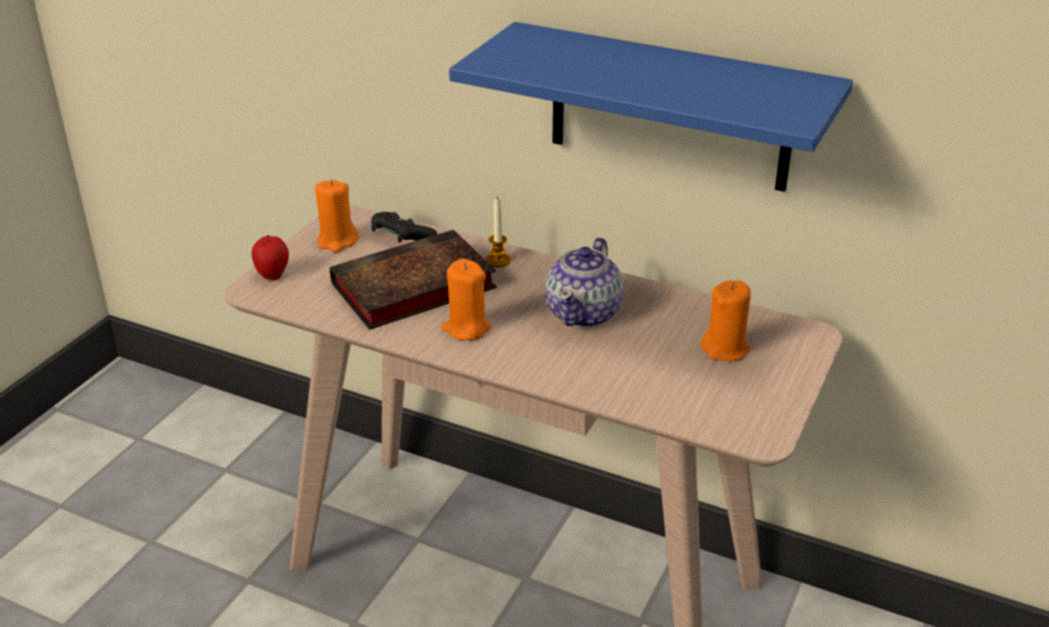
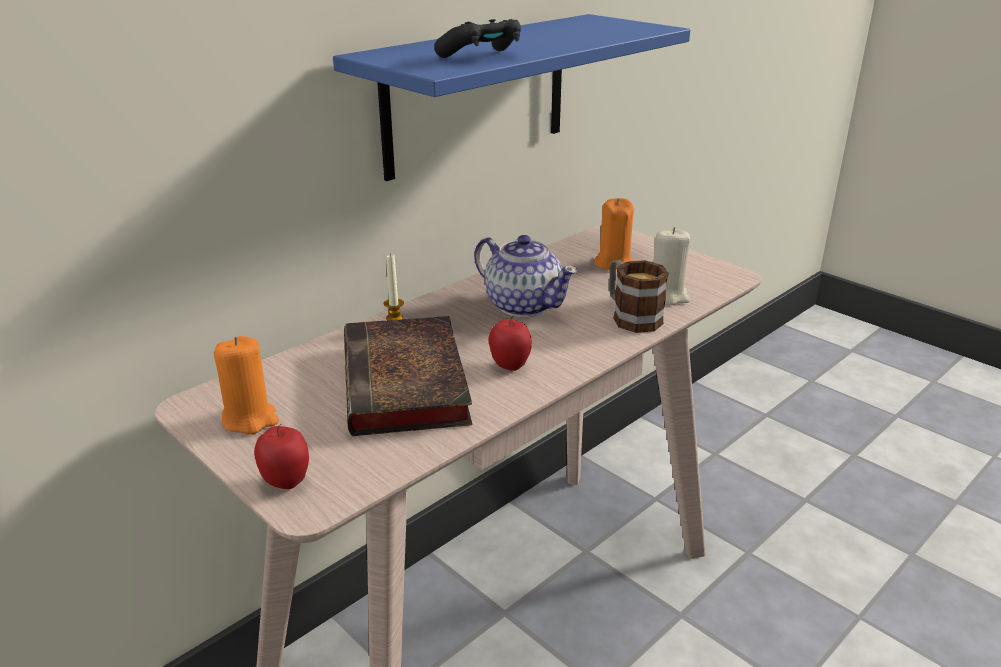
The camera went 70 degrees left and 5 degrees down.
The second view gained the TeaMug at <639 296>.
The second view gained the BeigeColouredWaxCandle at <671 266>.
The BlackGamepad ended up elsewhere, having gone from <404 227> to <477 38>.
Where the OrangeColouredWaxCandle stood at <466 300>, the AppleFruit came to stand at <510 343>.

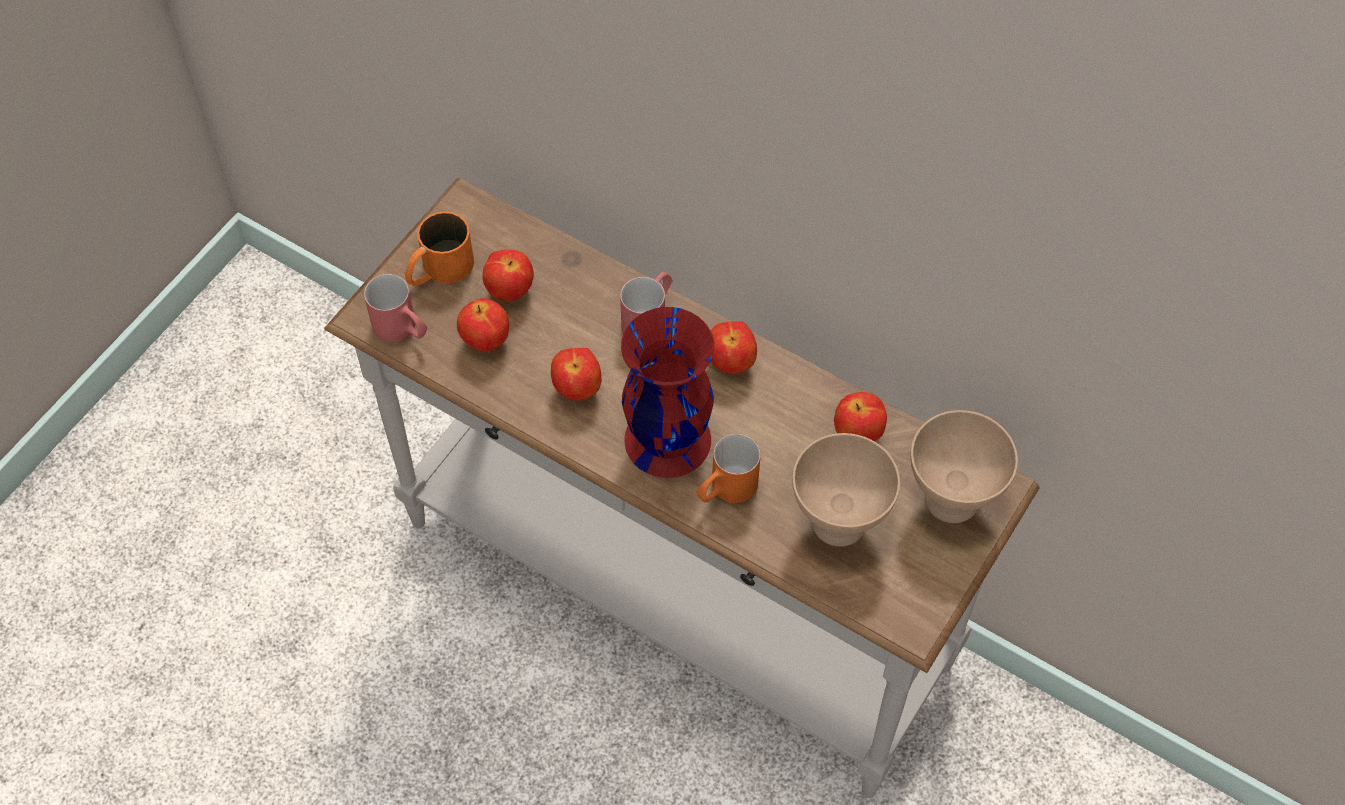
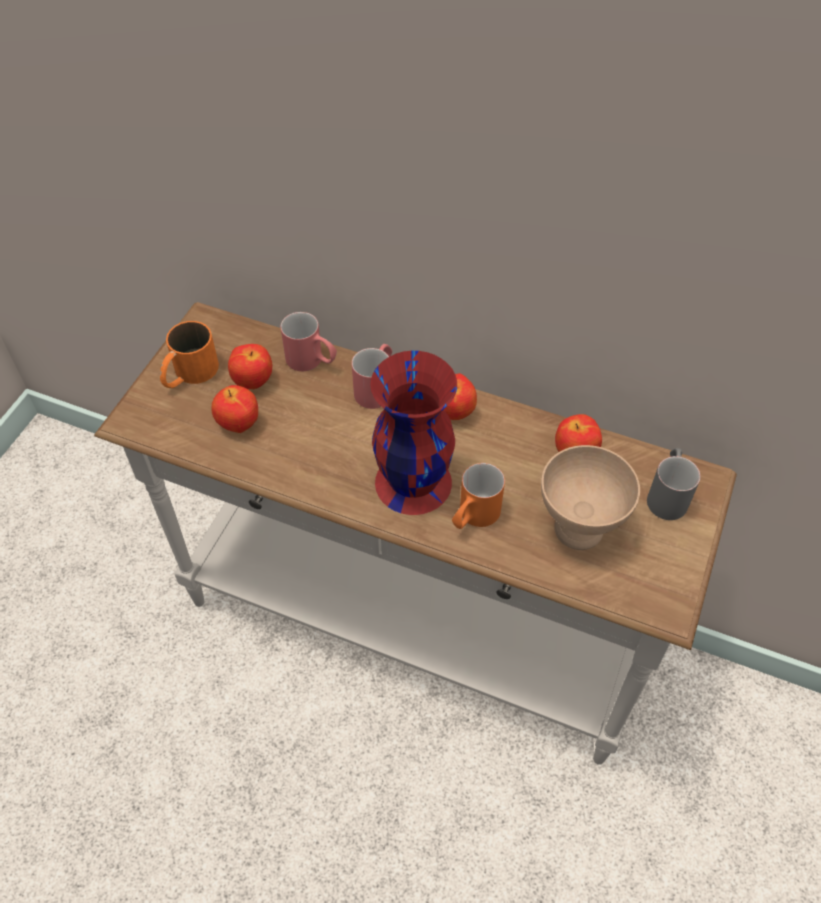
The camera went 10 degrees left and 5 degrees down.
The second view lost the AppleFruit at <576 374>.
The RedTeaMug ended up elsewhere, having gone from <395 308> to <308 341>.
Where the BeigeColouredBowl stood at <964 466>, the GrayTeaMug came to stand at <674 484>.

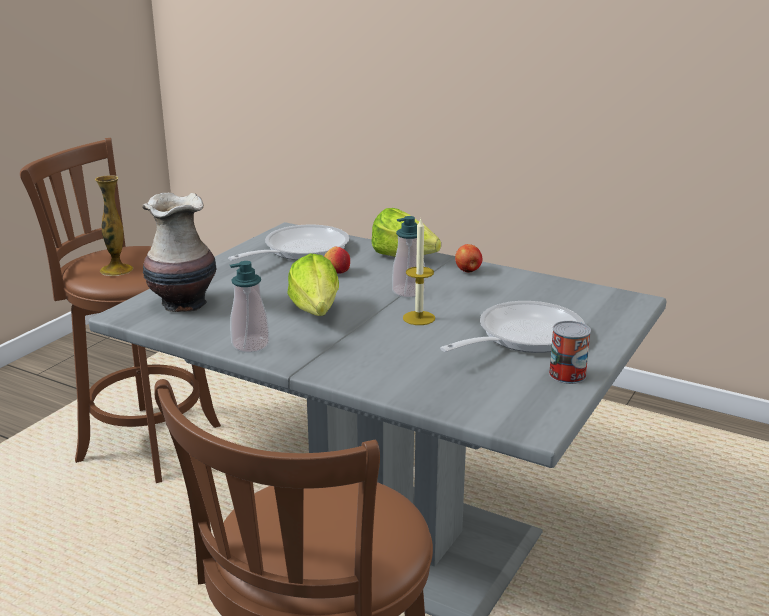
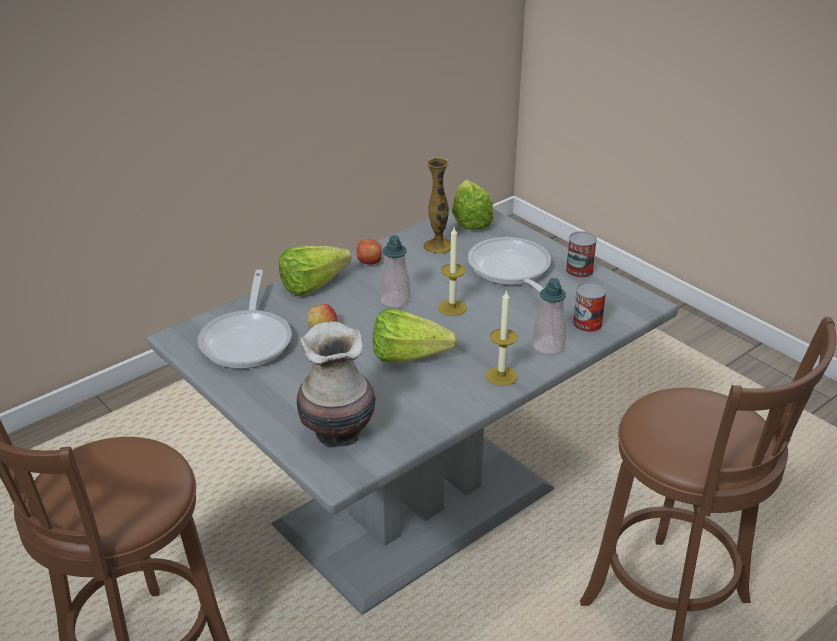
The camera went 70 degrees left and 10 degrees up.
The second view gained the HeadOfLettuce at <472 205>.
The second view gained the WaxCandle at <502 338>.
The second view gained the Can at <590 307>.
The Vase ended up elsewhere, having gone from <114 225> to <437 206>.
The SoapDispenser ended up elsewhere, having gone from <250 307> to <549 316>.
The Pan at <288 243> ended up facing another way, 150 degrees counterclockwise from before.

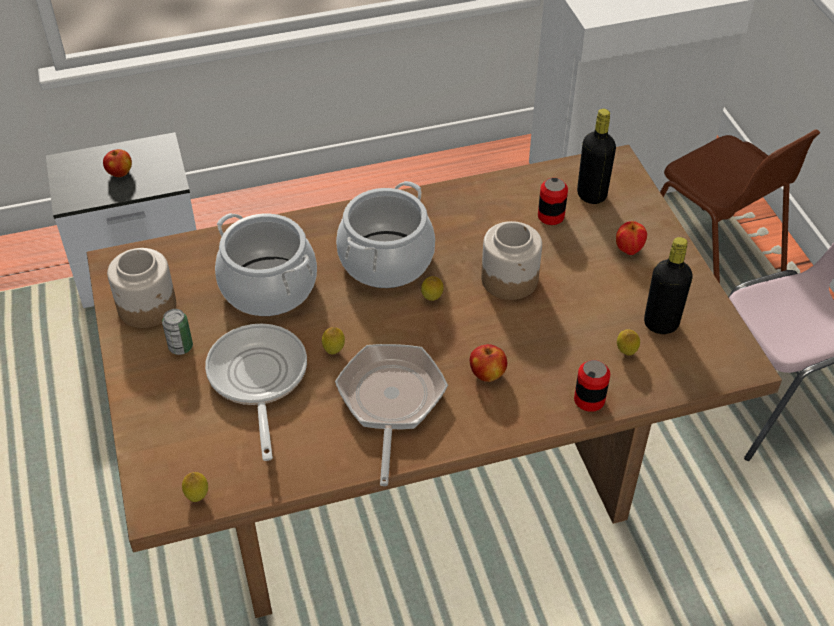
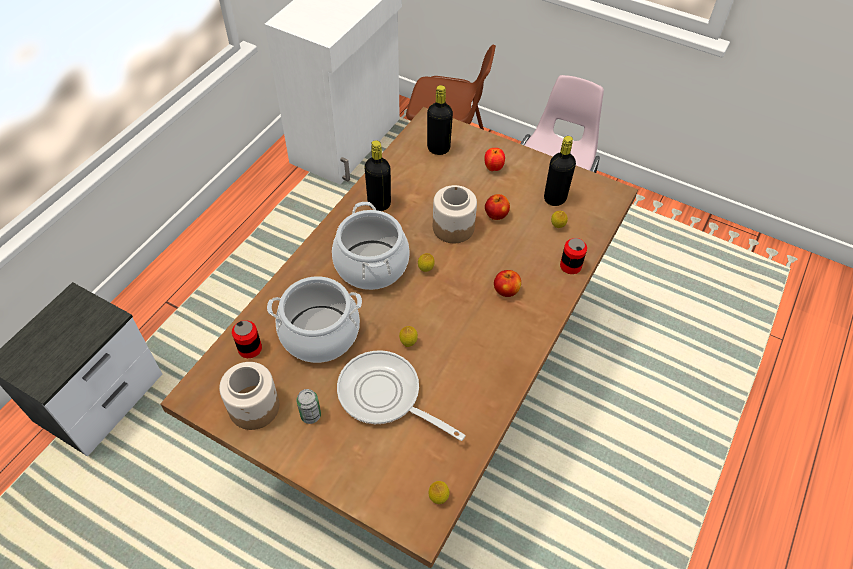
The camera went 45 degrees left and 5 degrees up.
The second view lost the Pan at <391 415>.
The second view gained the BlackDrinkBottle at <377 175>.
The AppleFruit ended up elsewhere, having gone from <117 163> to <497 207>.
The Can ended up elsewhere, having gone from <553 201> to <247 339>.

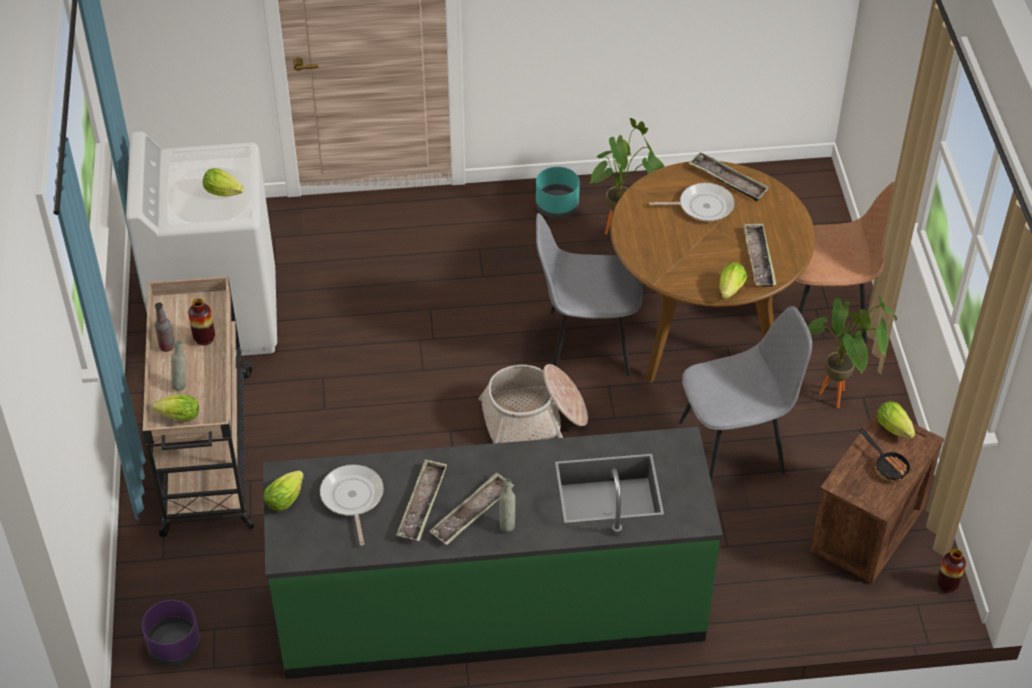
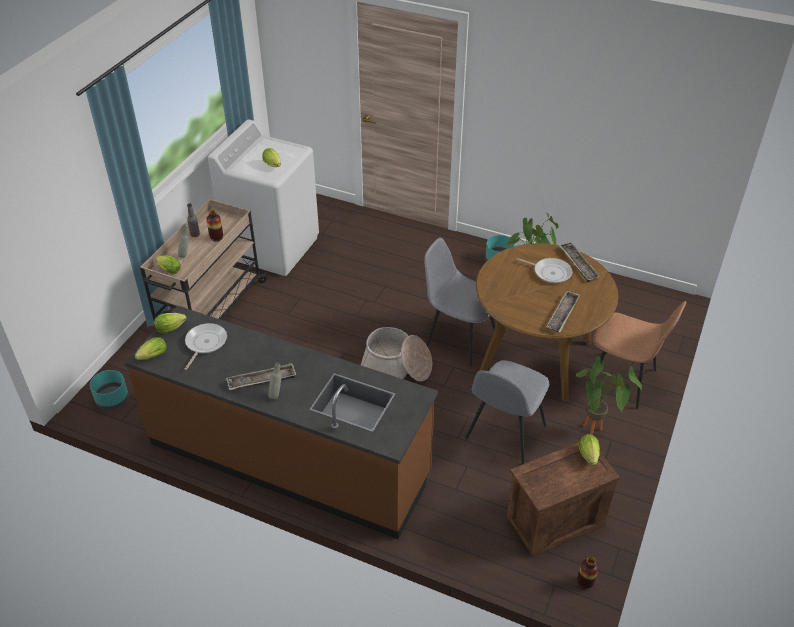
The camera went 30 degrees right and 5 degrees down.
The second view lost the Tray at <422 500>.
The second view lost the Pan at <885 455>.
The HeadOfLettuce ended up elsewhere, having gone from <733 280> to <151 348>.
What was the PurplePlantPot at <171 633> turned into the TurquoiseColouredPlantPot at <109 390>.
What was the GreenColouredCounter at <493 553> turned into the BrownCounter at <281 422>.
The GrayPlainChair at <745 395> ended up facing another way, 105 degrees clockwise from before.

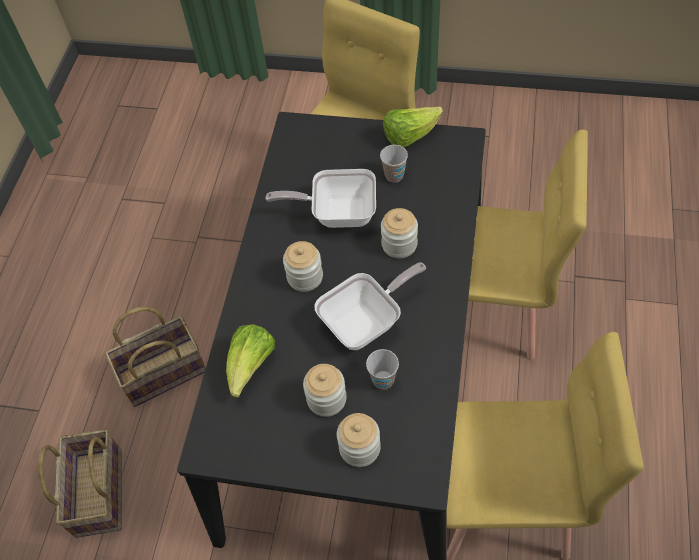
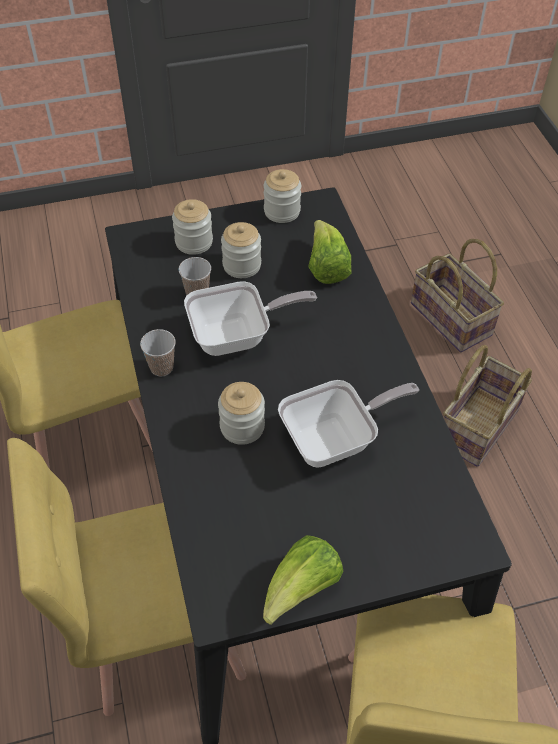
The camera went 150 degrees right and 5 degrees down.
The StorageJar ended up elsewhere, having gone from <303 266> to <282 196>.
The DrinkingCup ended up elsewhere, having gone from <394 164> to <158 352>.
The Pan at <370 306> ended up facing another way, 135 degrees counterclockwise from before.

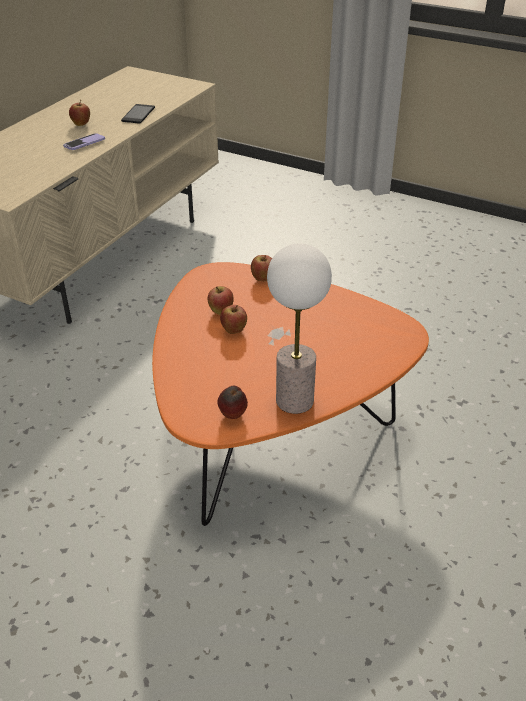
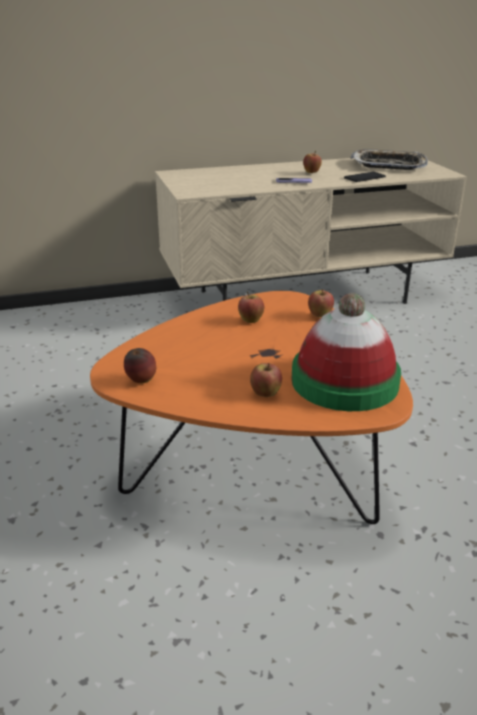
The camera went 45 degrees right and 10 degrees down.
The second view lost the TabletopLamp at <299 328>.
The second view gained the Hat at <346 352>.
The second view gained the Tray at <389 159>.
The AppleFruit ended up elsewhere, having gone from <233 319> to <266 380>.

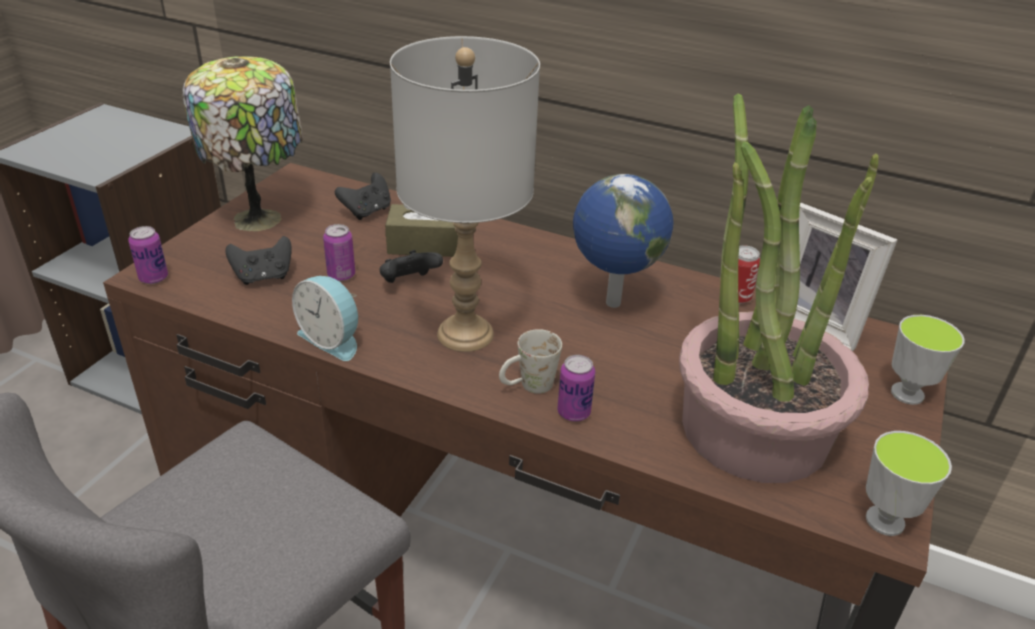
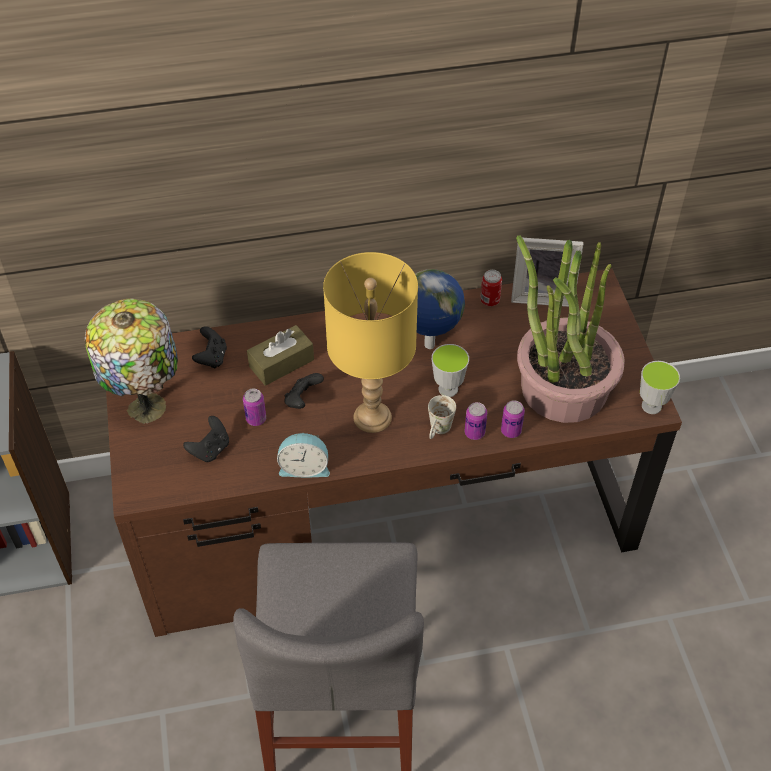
The camera went 35 degrees left and 15 degrees up.
The Can ended up elsewhere, having gone from <148 255> to <513 419>.
The DrinkingCup ended up elsewhere, having gone from <928 360> to <450 370>.
What was the GrayTabletopLamp at <465 194> turned into the YellowTabletopLamp at <370 342>.

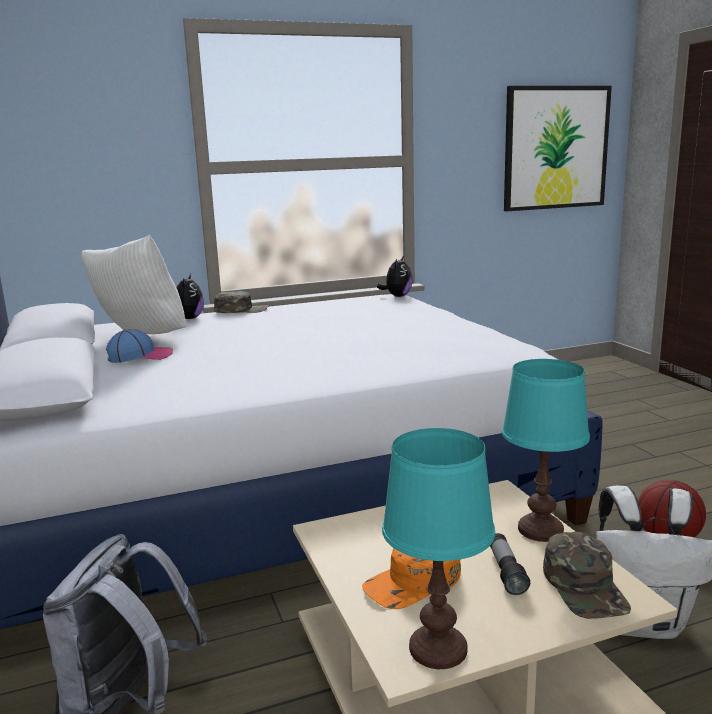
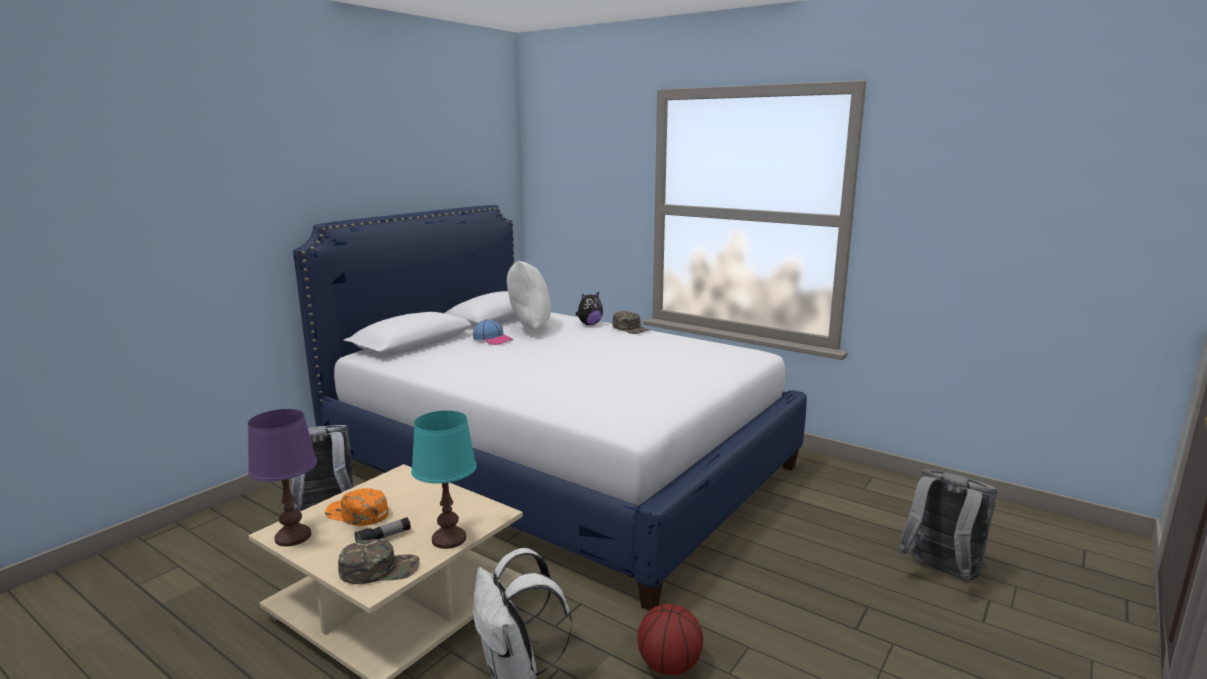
The camera went 55 degrees right and 0 degrees up.
The second view lost the CuddlyToy at <395 277>.
The second view lost the WallArt at <558 148>.
The second view gained the GrayRucksack at <947 525>.
What was the TurquoiseColouredTabletopLamp at <438 548> turned into the PurpleTabletopLamp at <282 477>.
The GreenColouredPeakedCap at <587 575> ended up facing another way, 150 degrees counterclockwise from before.

